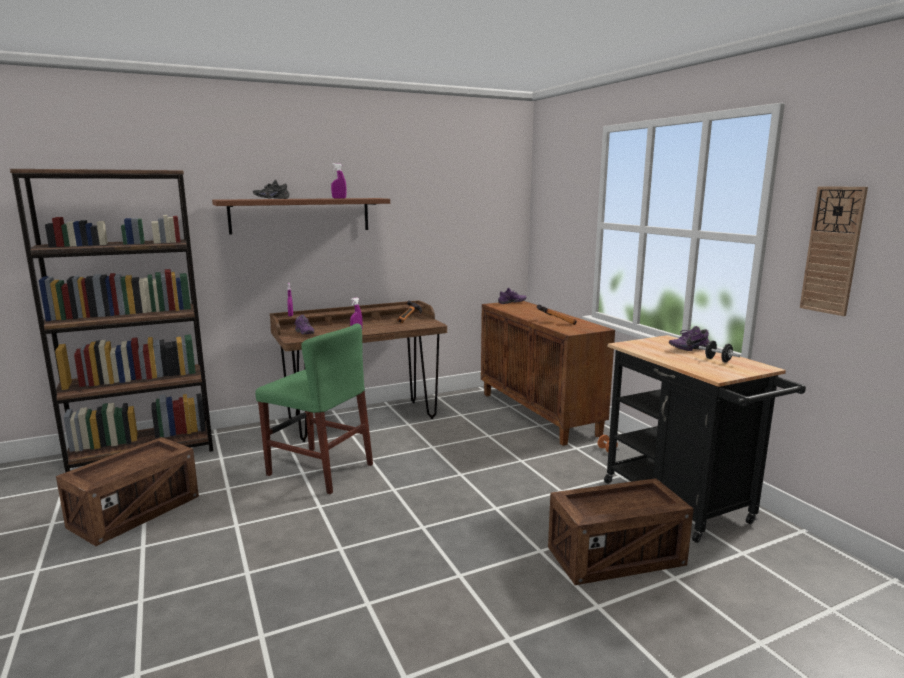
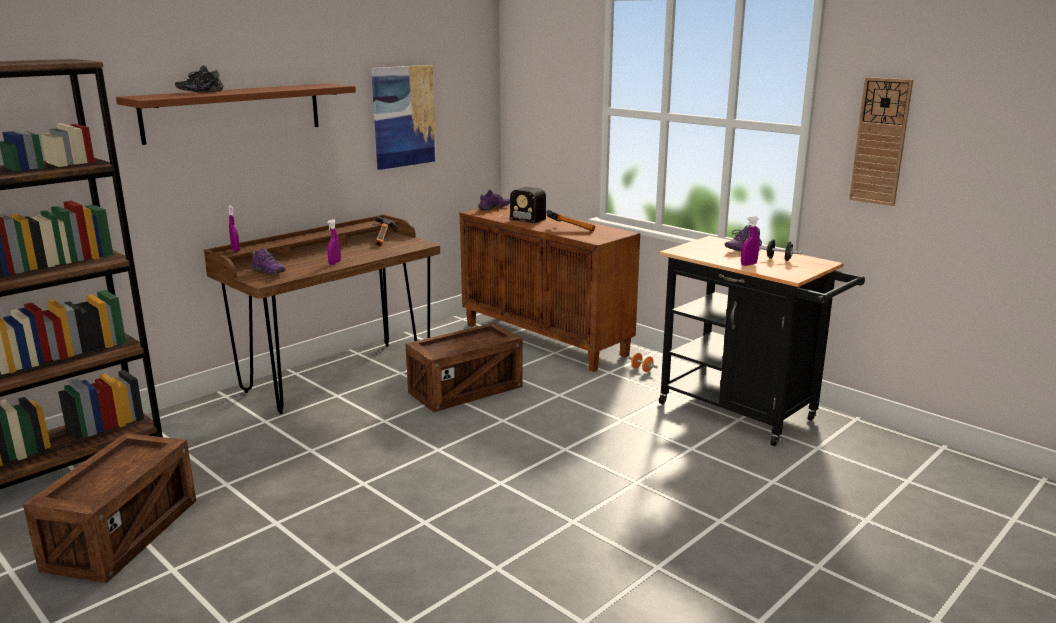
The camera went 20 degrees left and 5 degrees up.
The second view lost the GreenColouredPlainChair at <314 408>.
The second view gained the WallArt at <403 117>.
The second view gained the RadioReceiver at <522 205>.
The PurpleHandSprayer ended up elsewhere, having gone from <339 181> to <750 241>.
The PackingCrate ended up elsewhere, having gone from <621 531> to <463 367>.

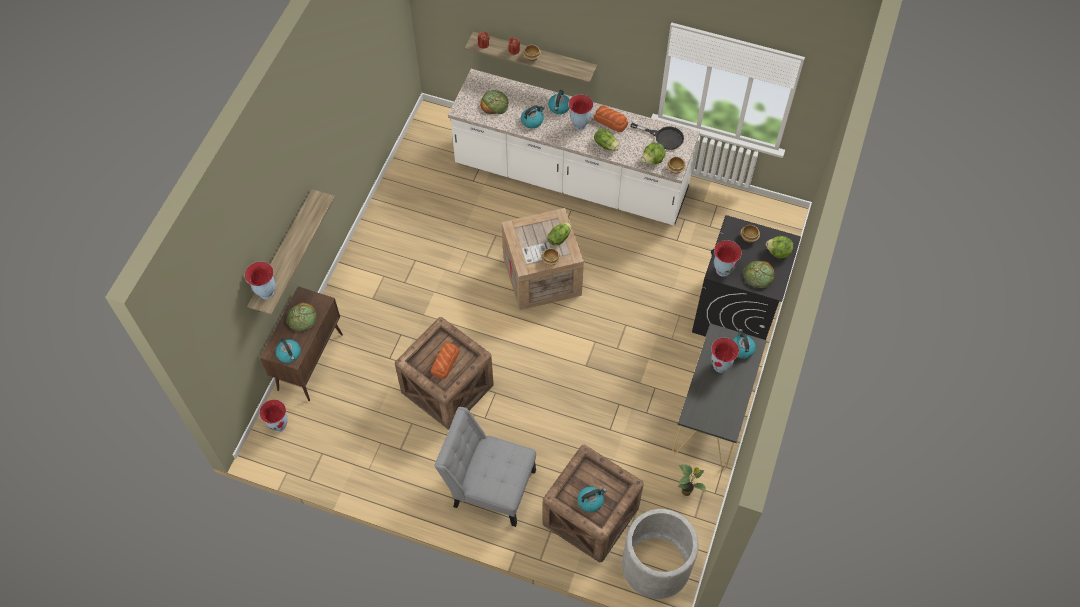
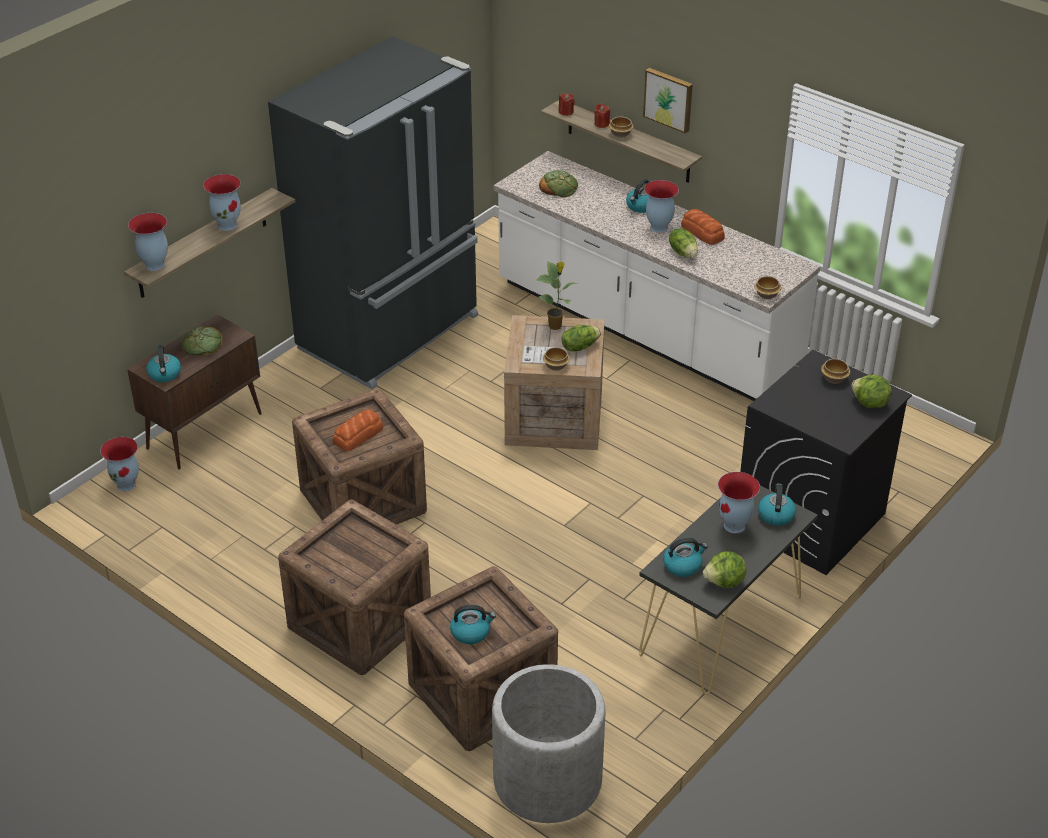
The camera went 20 degrees right and 20 degrees down.
The second view lost the BlackPan at <657 136>.
The second view lost the Bread at <758 274>.
The second view gained the BlackRefrigerator at <373 212>.
The second view gained the WallArt at <668 101>.
The Kettle ended up elsewhere, having gone from <533 116> to <685 557>.
The HeadOfLettuce ended up elsewhere, having gone from <653 153> to <724 569>.
The Houseplant ended up elsewhere, having gone from <692 480> to <556 295>.
The Vase ended up elsewhere, having gone from <728 258> to <222 202>.
Where the GrayPlainChair stood at <485 467>, the PackingCrate came to stand at <354 587>.

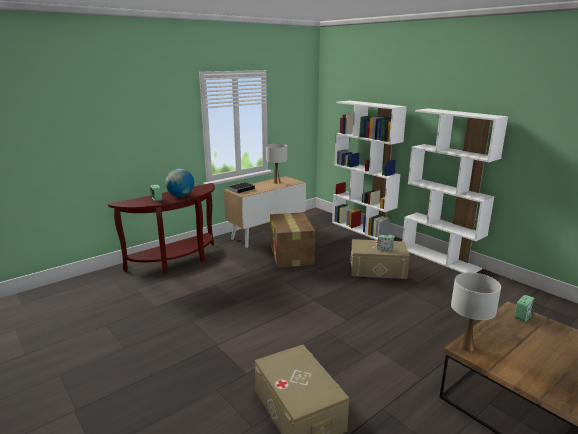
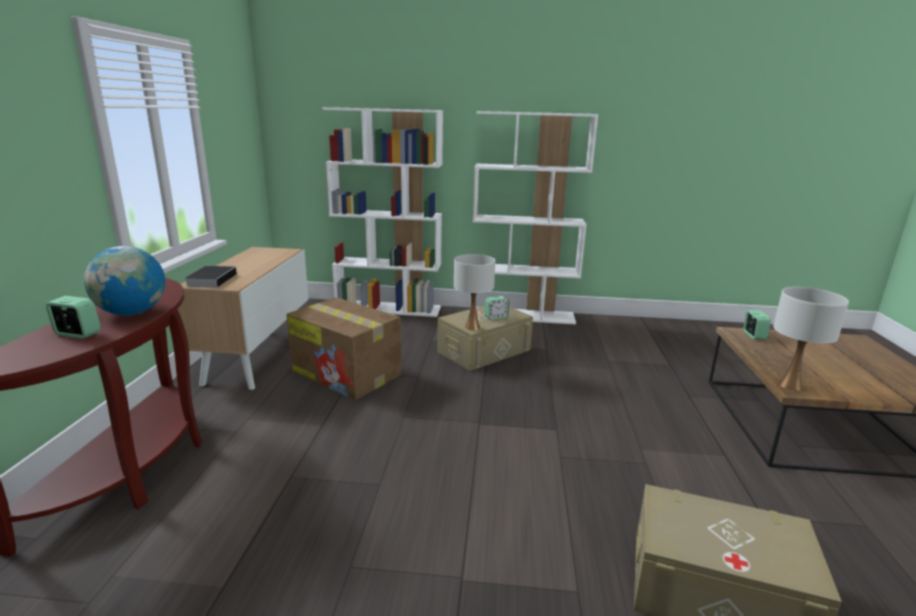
The camera went 45 degrees left and 0 degrees up.
The WhiteColouredTabletopLamp ended up elsewhere, having gone from <276 164> to <474 292>.

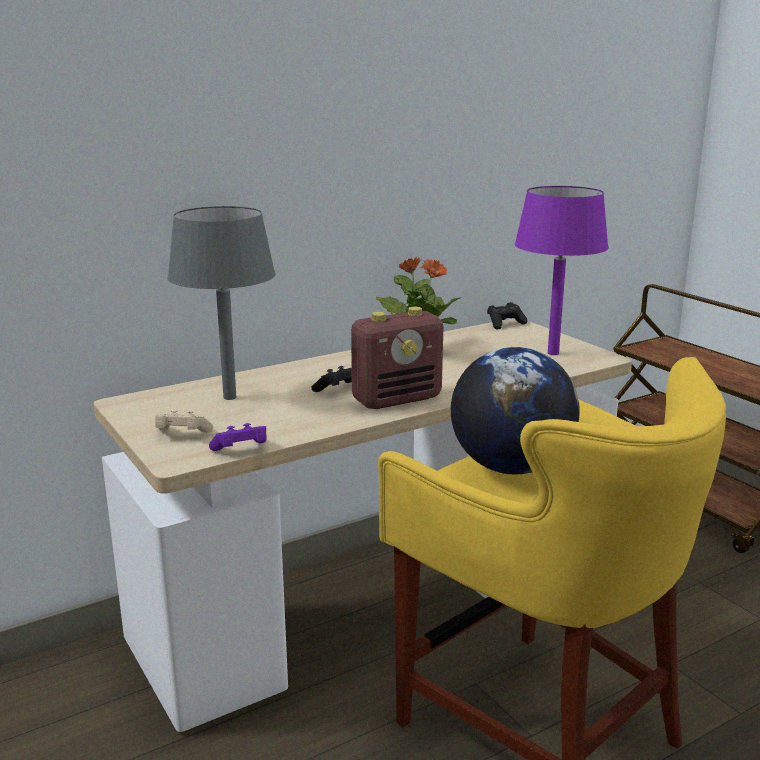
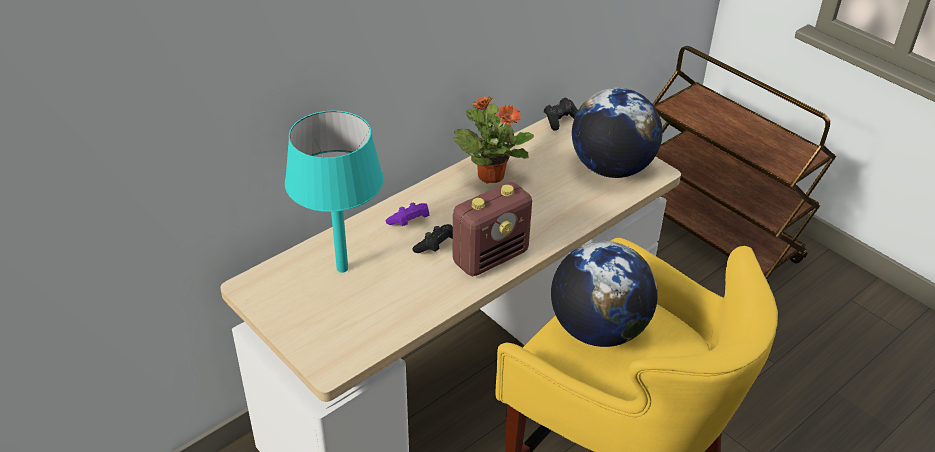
The camera went 10 degrees left and 20 degrees up.
The second view lost the BeigeColouredGamepad at <184 421>.
The PurpleGamepad ended up elsewhere, having gone from <238 437> to <408 214>.
Where the PurpleTabletopLamp stood at <562 270>, the Globe came to stand at <617 133>.
What was the GrayTabletopLamp at <221 303> turned into the TurquoiseColouredTabletopLamp at <334 192>.

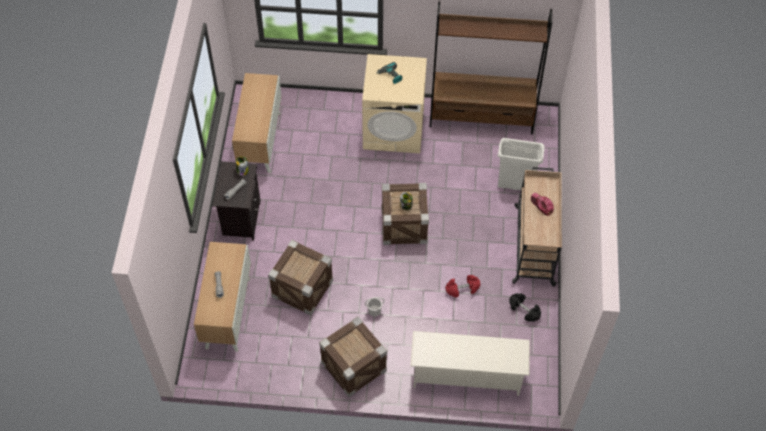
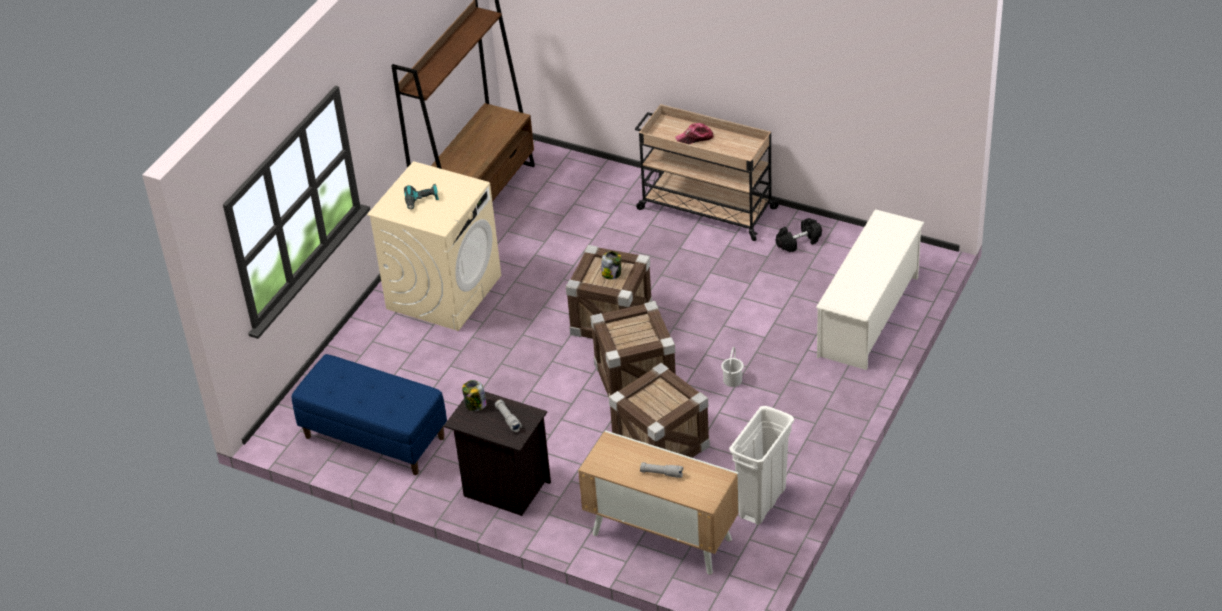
The camera went 65 degrees left and 15 degrees down.
The second view lost the RedDumbbell at <462 286>.
The PackingCrate ended up elsewhere, having gone from <353 356> to <633 349>.
The WhiteColouredWasteBin ended up elsewhere, having gone from <520 164> to <761 465>.
Where the StorageCabinet stood at <257 123>, the BlueLongSeat came to stand at <369 414>.

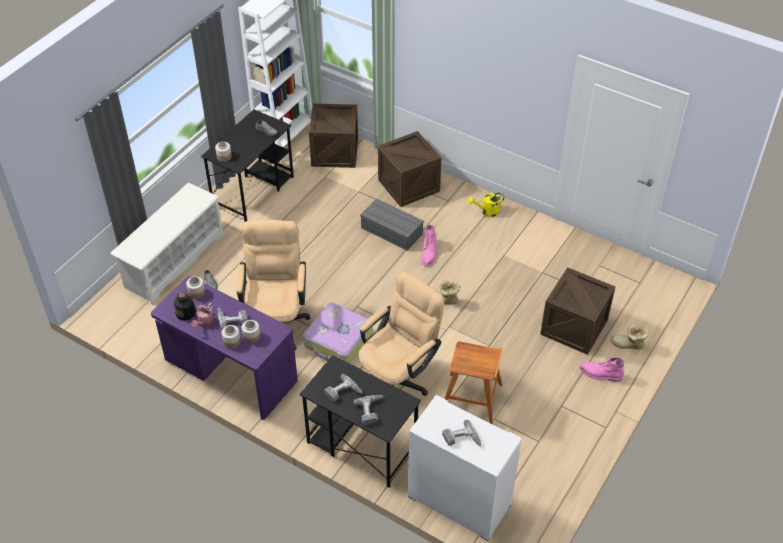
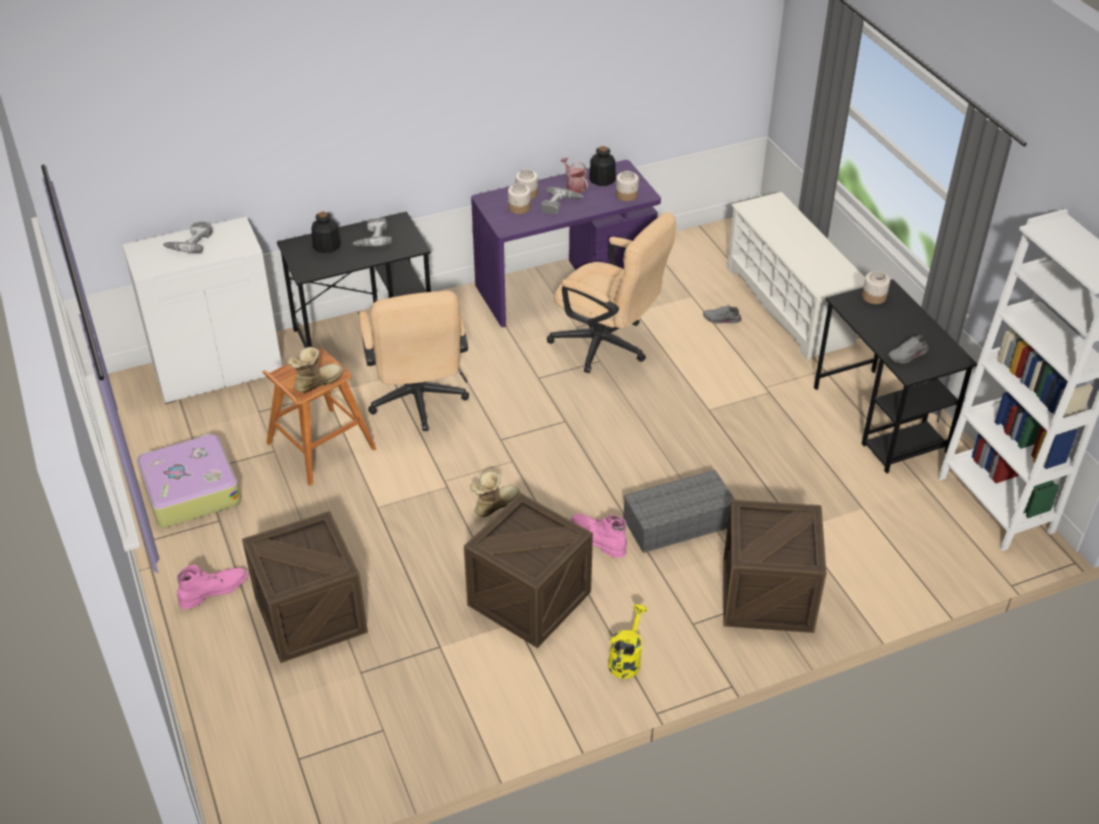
The camera went 125 degrees right and 5 degrees down.
The Suitcase ended up elsewhere, having gone from <338 333> to <189 480>.
The PackingCrate ended up elsewhere, having gone from <333 135> to <528 570>.
The Boot ended up elsewhere, having gone from <630 336> to <315 370>.
Where the Drill stood at <368 410>, the DrinkBottle came to stand at <326 233>.

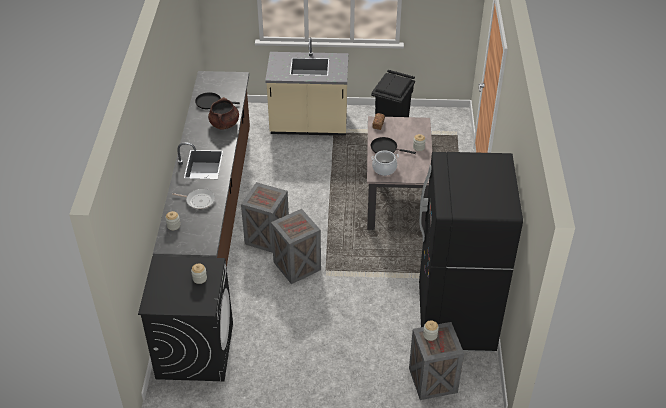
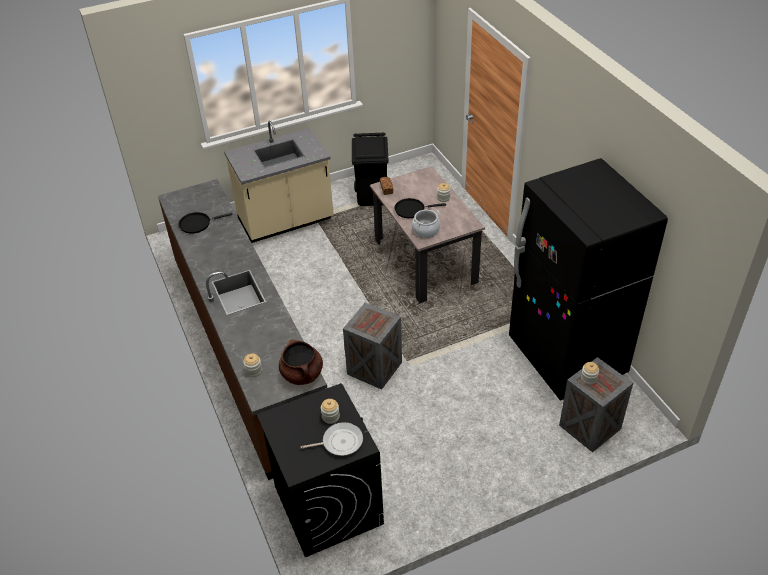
The camera went 25 degrees left and 0 degrees up.
The second view lost the PackingCrate at <265 217>.
The Pan ended up elsewhere, having gone from <193 199> to <331 439>.
The BrownSaucepot ended up elsewhere, having gone from <223 113> to <301 362>.

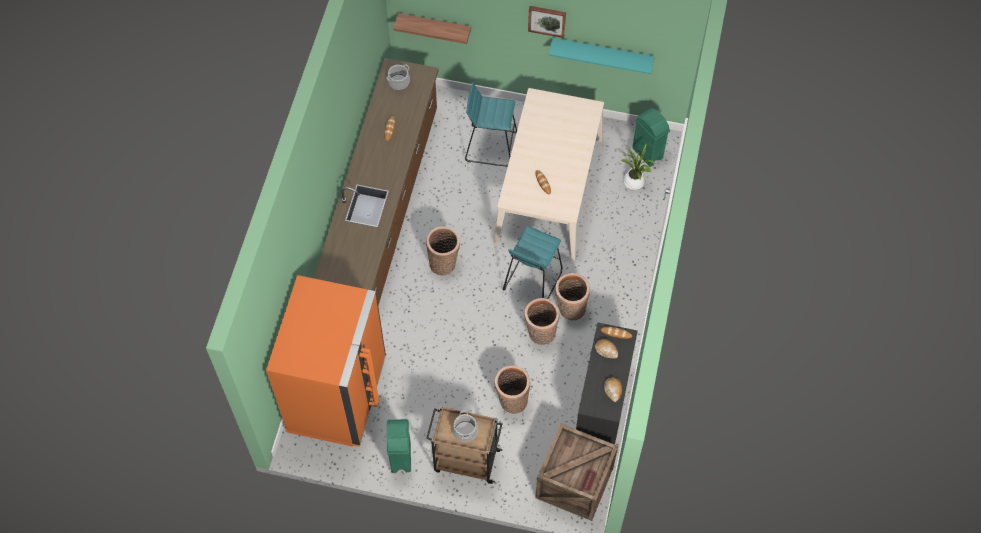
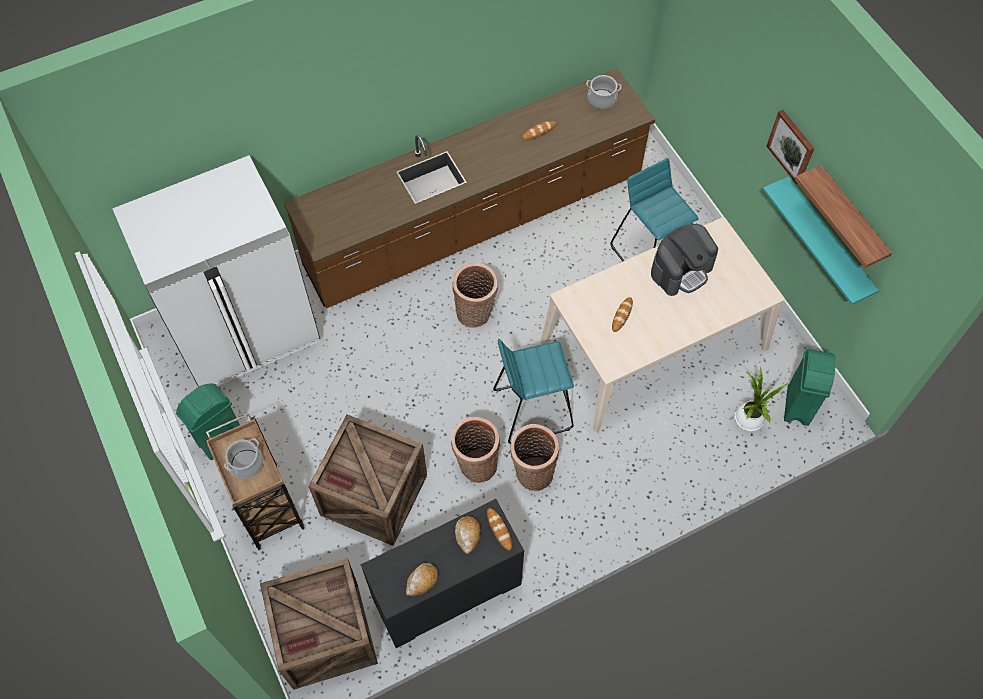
The camera went 50 degrees right and 0 degrees up.
The second view gained the CoffeeMachine at <684 260>.
The BracketShelf ended up elsewhere, having gone from <432 28> to <843 216>.
Where the StorageBasket stood at <512 389>, the PackingCrate came to stand at <367 480>.
What was the OrangeColouredRefrigerator at <326 361> turned into the WhiteColouredRefrigerator at <216 271>.

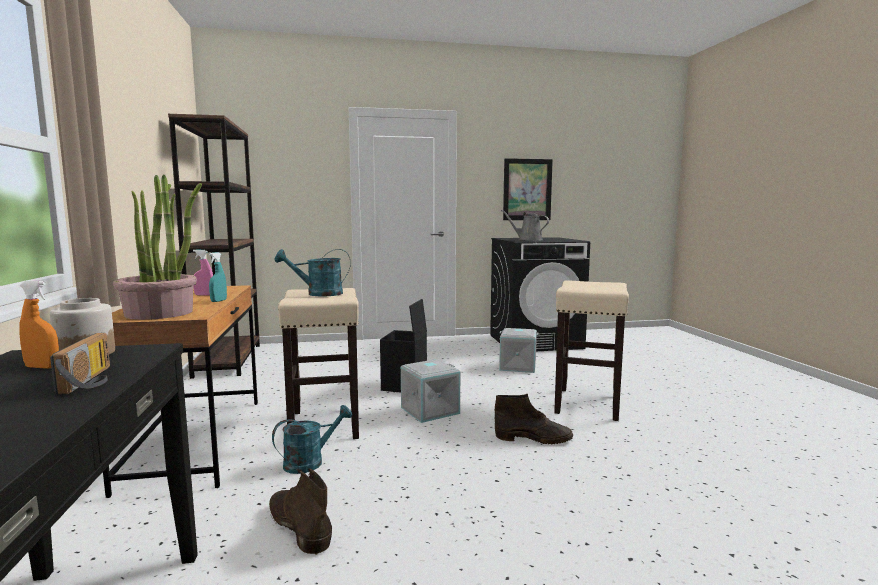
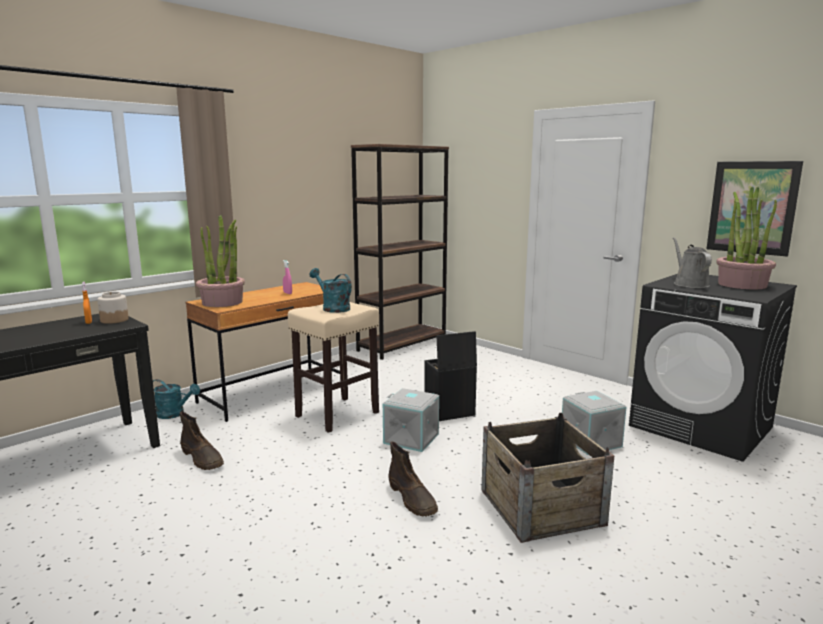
The camera went 55 degrees right and 5 degrees up.
The second view lost the RadioReceiver at <80 363>.
The second view lost the TurquoiseColouredHandSprayer at <218 277>.
The second view gained the Houseplant at <746 237>.
The TurquoiseColouredWateringCan ended up elsewhere, having gone from <312 439> to <176 399>.
Where the BeigeColouredStoolSeat stood at <591 350>, the PackingCrate came to stand at <547 478>.
The BrownBoot at <300 511> ended up facing another way, 120 degrees clockwise from before.

